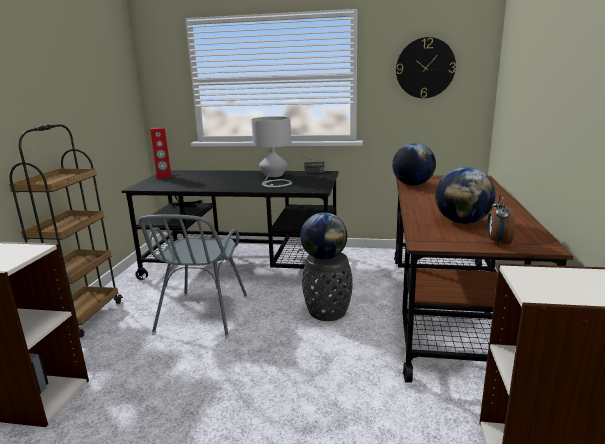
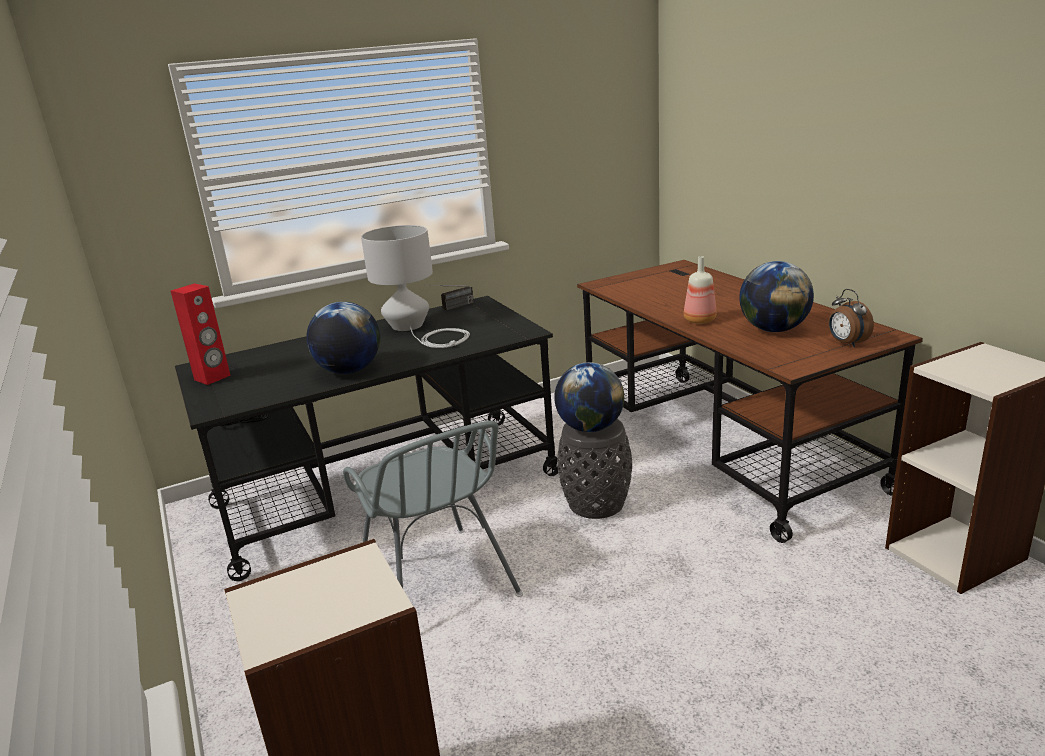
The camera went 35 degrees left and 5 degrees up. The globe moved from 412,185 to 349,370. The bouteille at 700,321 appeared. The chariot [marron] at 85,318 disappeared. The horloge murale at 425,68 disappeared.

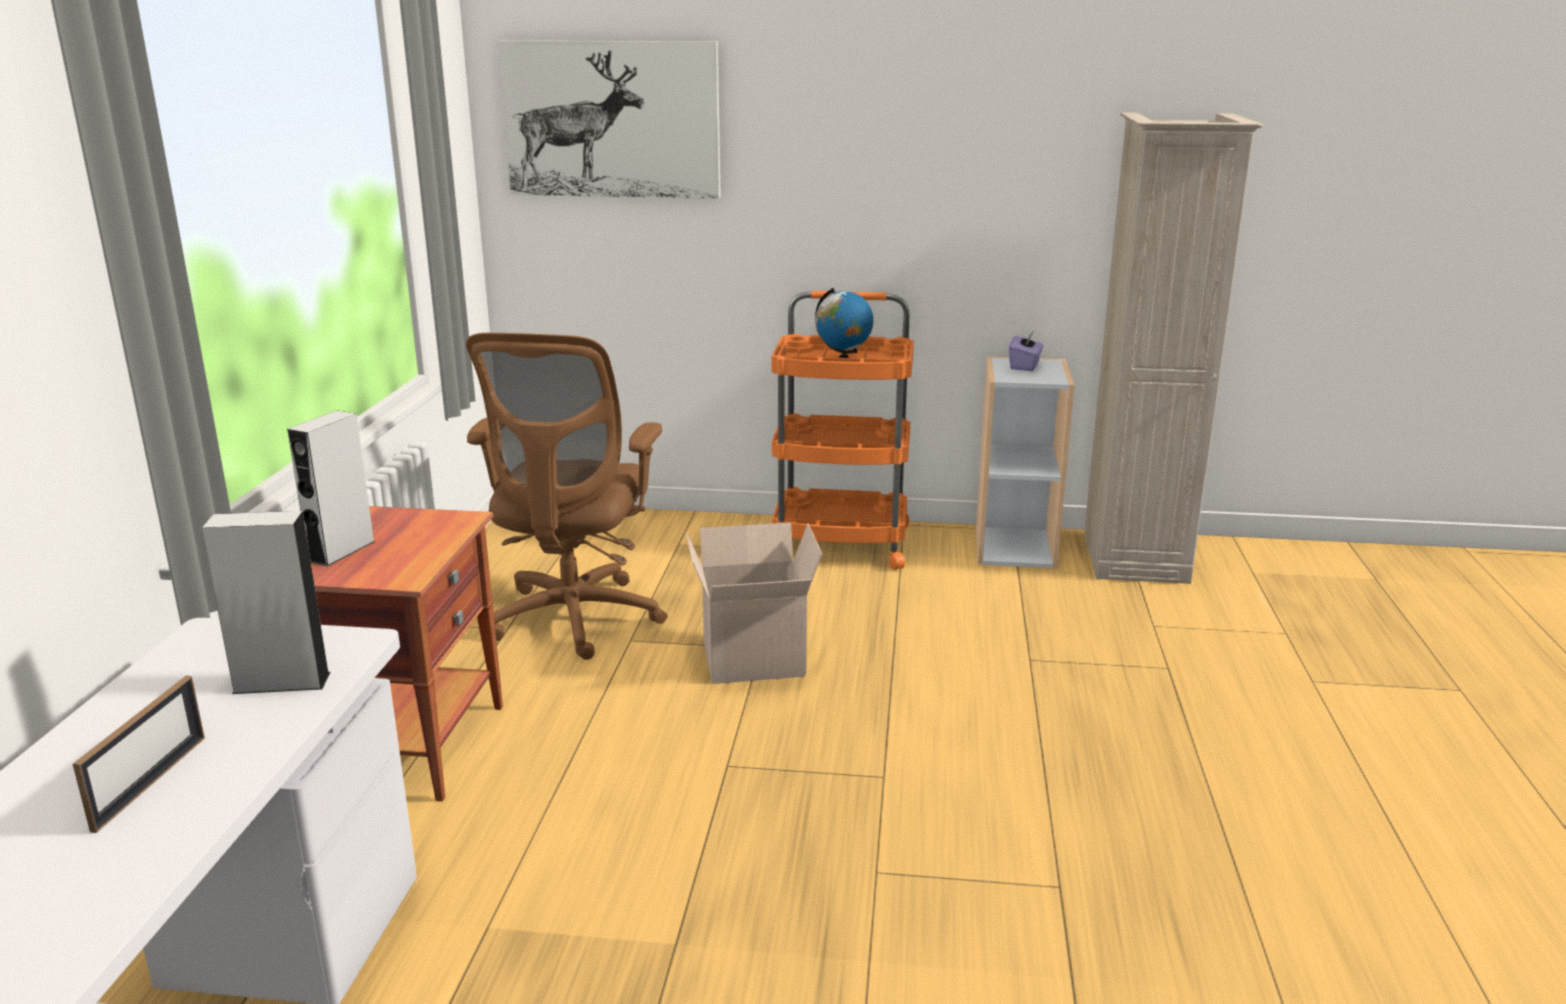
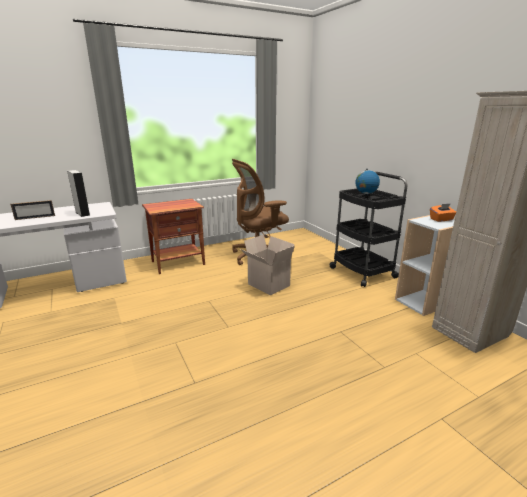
The camera went 55 degrees right and 0 degrees up. The chariot [orange] at 840,545 became the chariot [noir] at 362,272. The boîte à mouchoirs [violet] at 1025,366 became the boîte à mouchoirs [orange] at 441,219. The enceinte [gris] at 341,551 disappeared. The tableau at 611,120 disappeared.

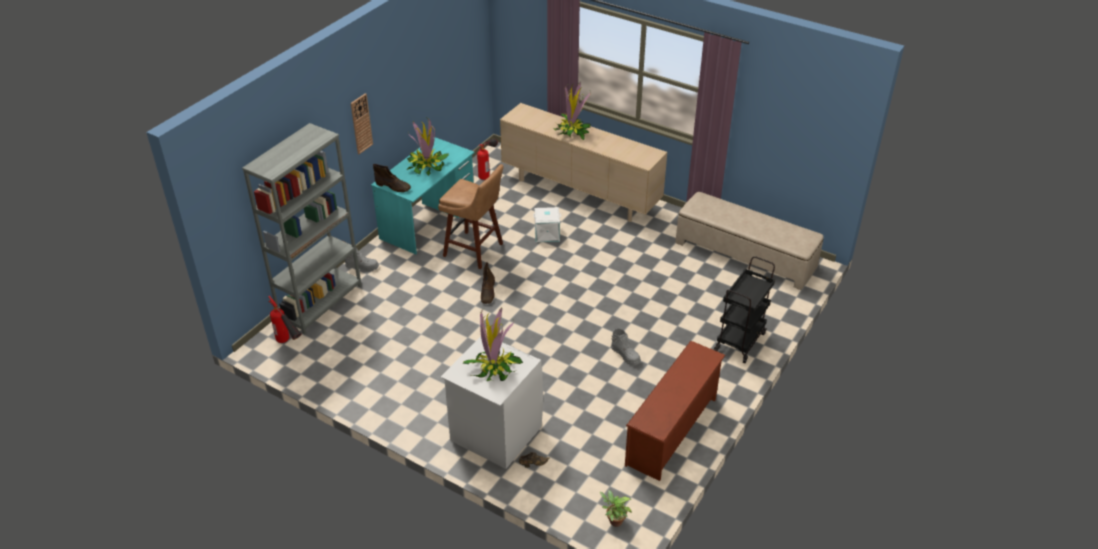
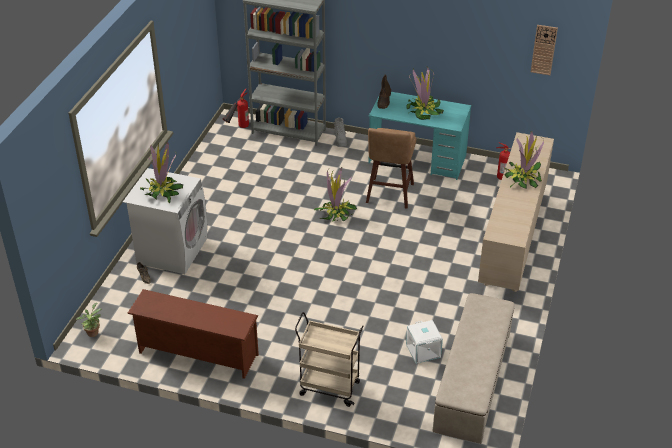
The camera went 75 degrees right and 0 degrees up. The chariot [noir] at 739,342 became the chariot [beige] at 329,388. The botte [marron] at 488,292 was replaced by the plante en pot at 336,213. The boîte de rangement [blanc] moved from 547,234 to 424,351. The horloge murale moved from 361,124 to 544,49. The botte [gris] at 626,355 disappeared.

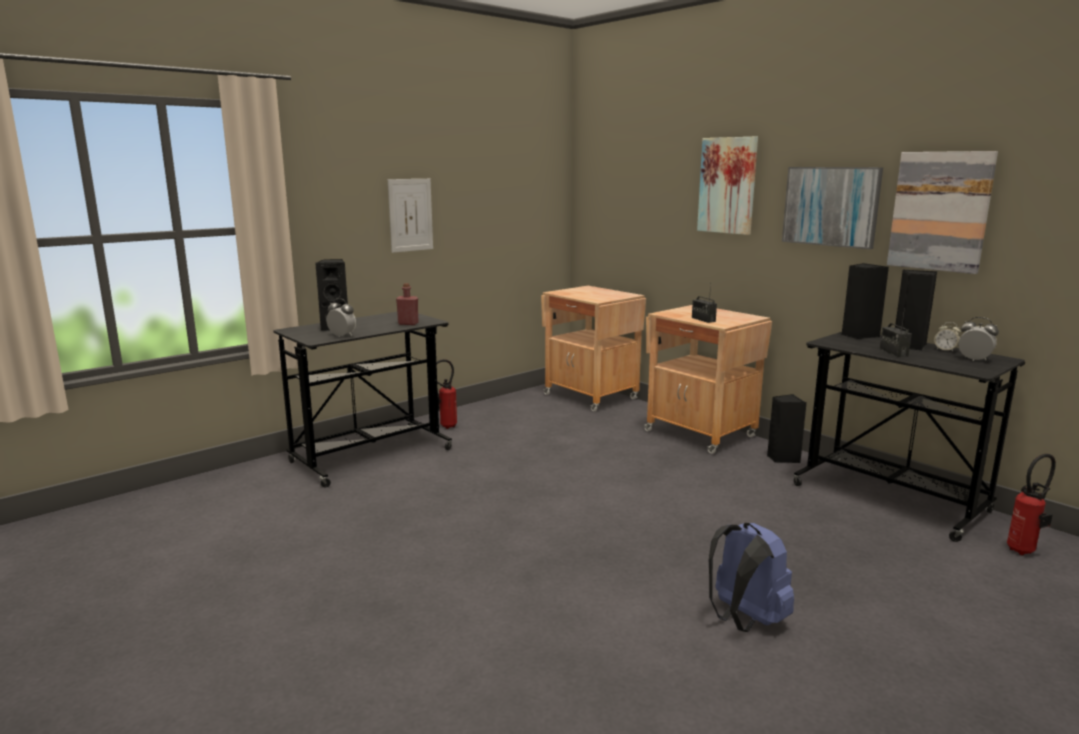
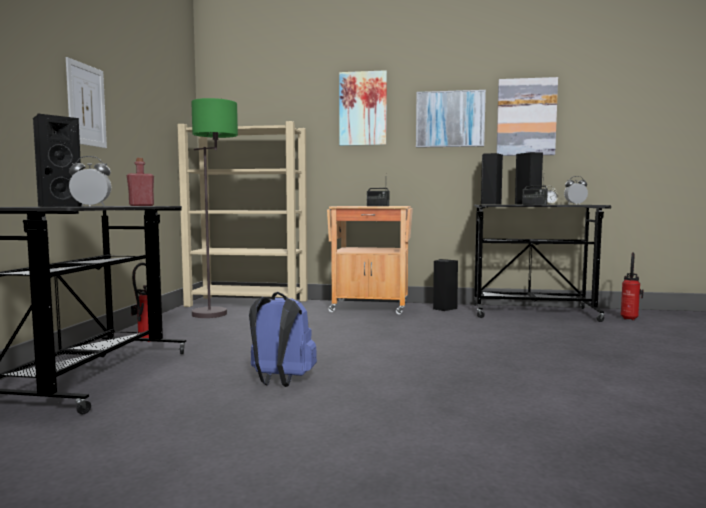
The camera went 40 degrees left and 10 degrees down. The chariot [marron] at 591,397 was replaced by the bibliothèque [beige] at 247,303. The lampadaire [vert] at 216,315 appeared. The sac à dos [bleu] moved from 744,619 to 280,381.

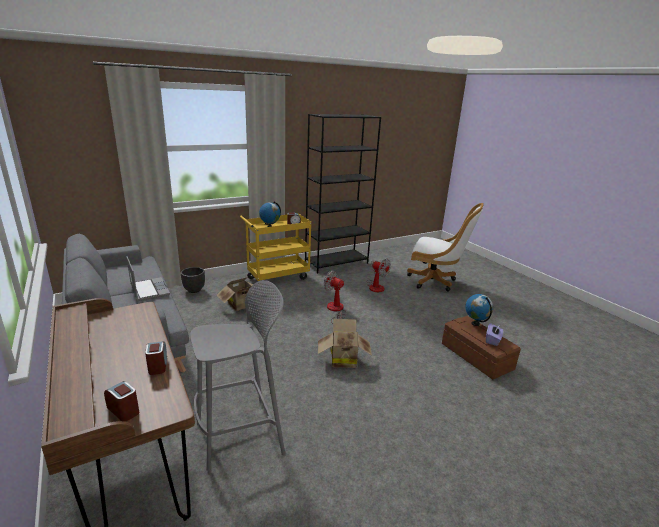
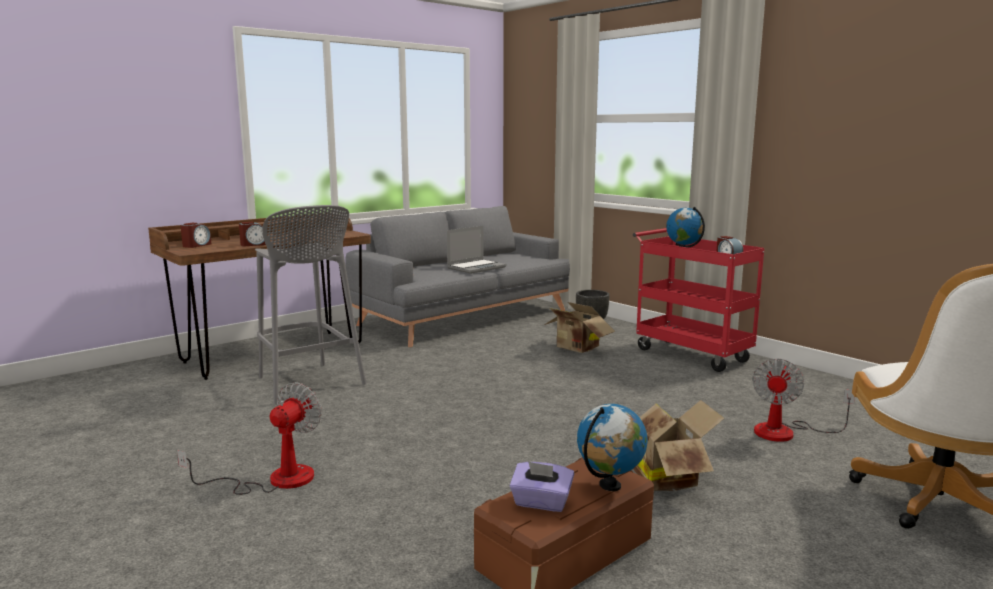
The camera went 80 degrees right and 10 degrees down. The ventilateur moved from 335,310 to 274,480. The chariot [jaune] at 276,279 became the chariot [rouge] at 689,355. The carton moved from 342,359 to 668,477. The bibliothèque [noir] at 336,263 disappeared.

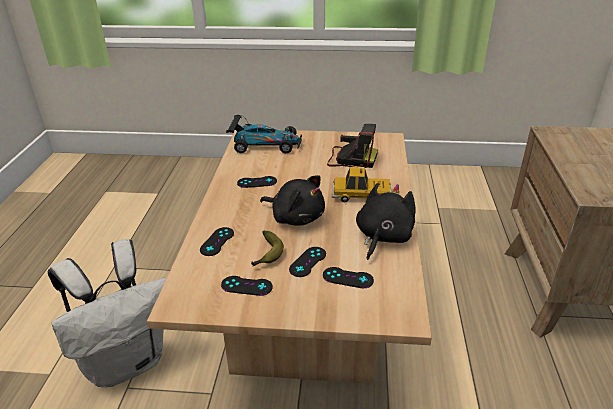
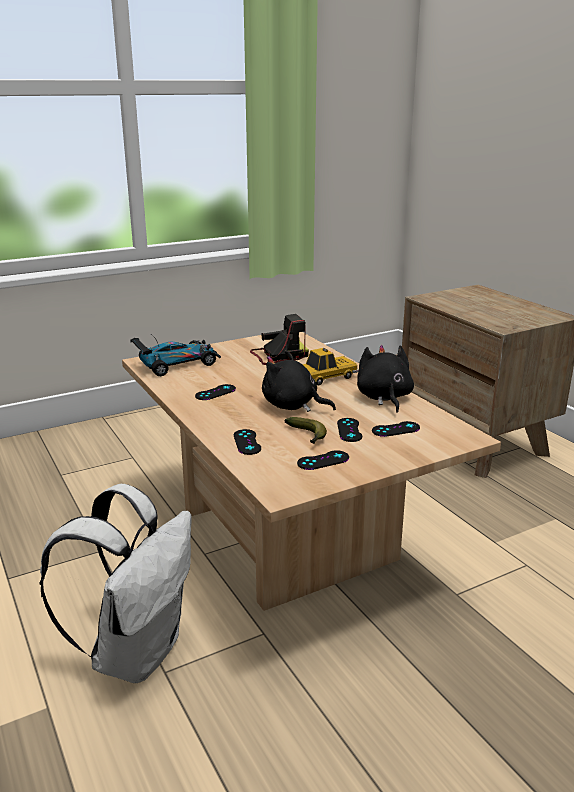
The camera went 35 degrees left and 10 degrees down. The peluche [noir] at 296,217 turned 150 degrees counterclockwise.

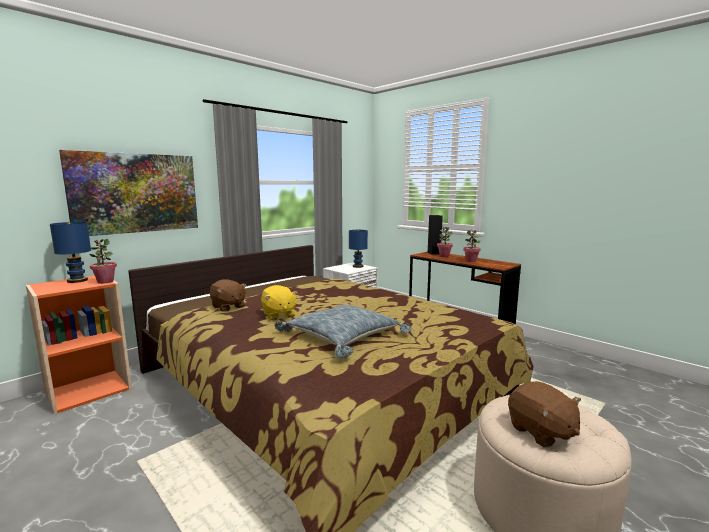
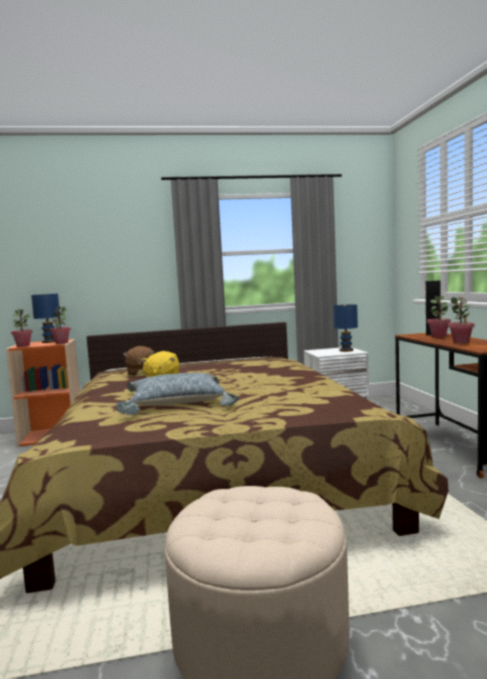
The camera went 35 degrees right and 5 degrees down. The plante en pot at 23,346 appeared. The tableau at 136,193 disappeared. The peluche [marron] at 541,432 disappeared.

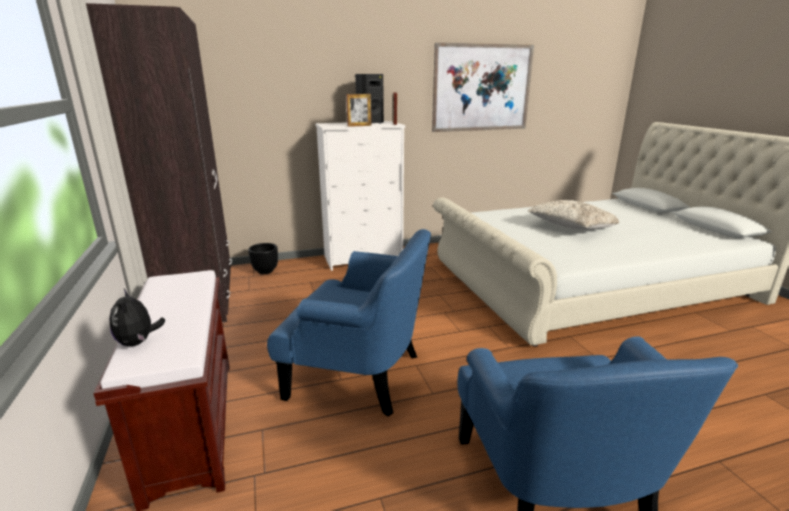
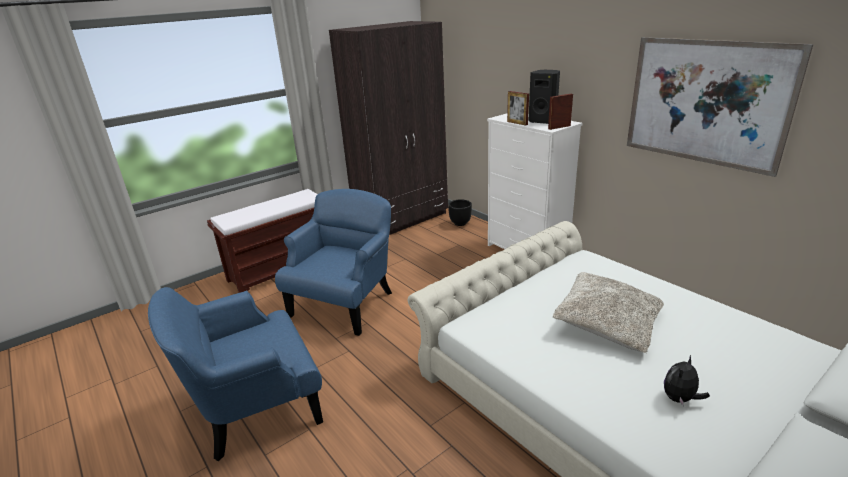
The camera went 70 degrees right and 5 degrees up. The fauteuil [bleu] at 359,374 turned 150 degrees counterclockwise. The peluche moved from 138,342 to 680,399.

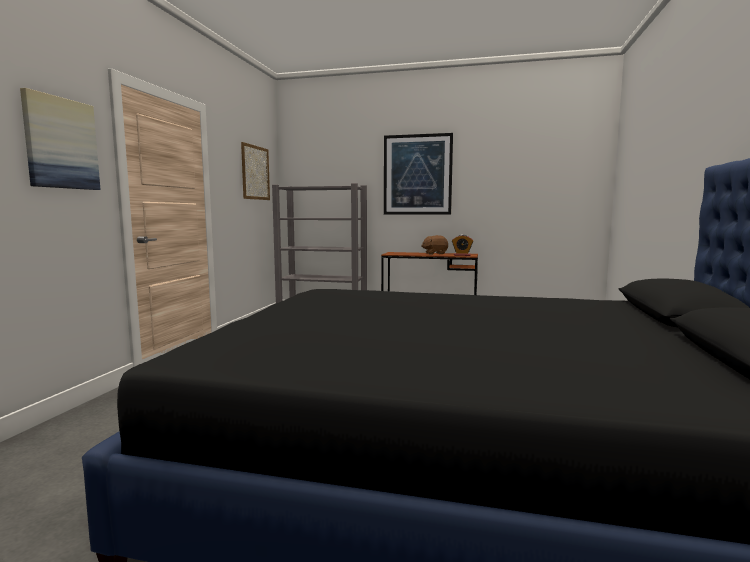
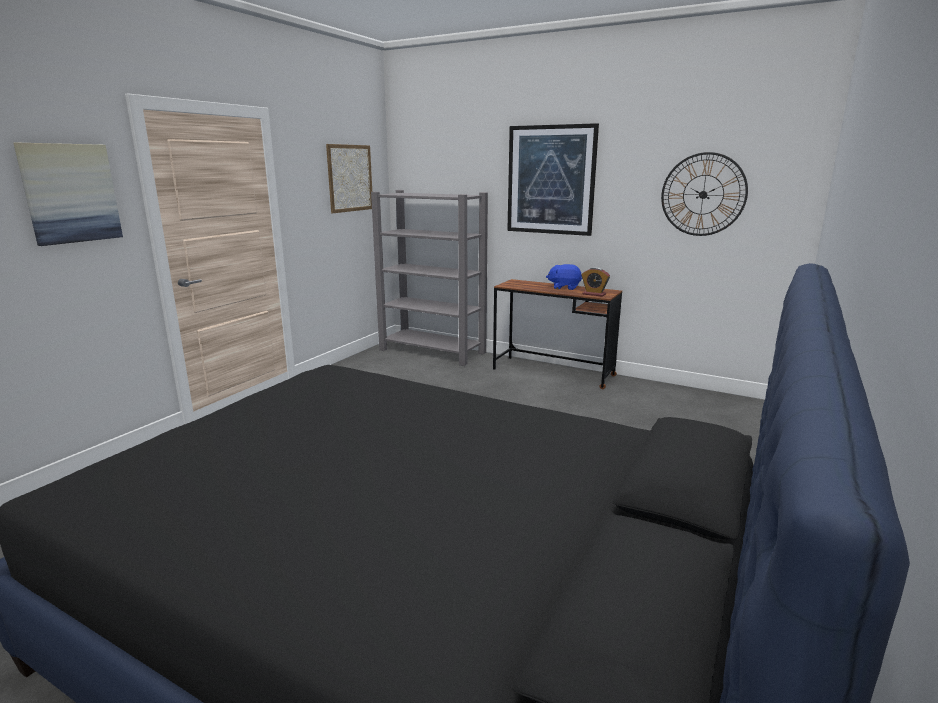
The camera went 15 degrees right and 10 degrees up. The peluche [marron] at 435,253 became the peluche [bleu] at 564,287. The horloge murale at 703,194 appeared.

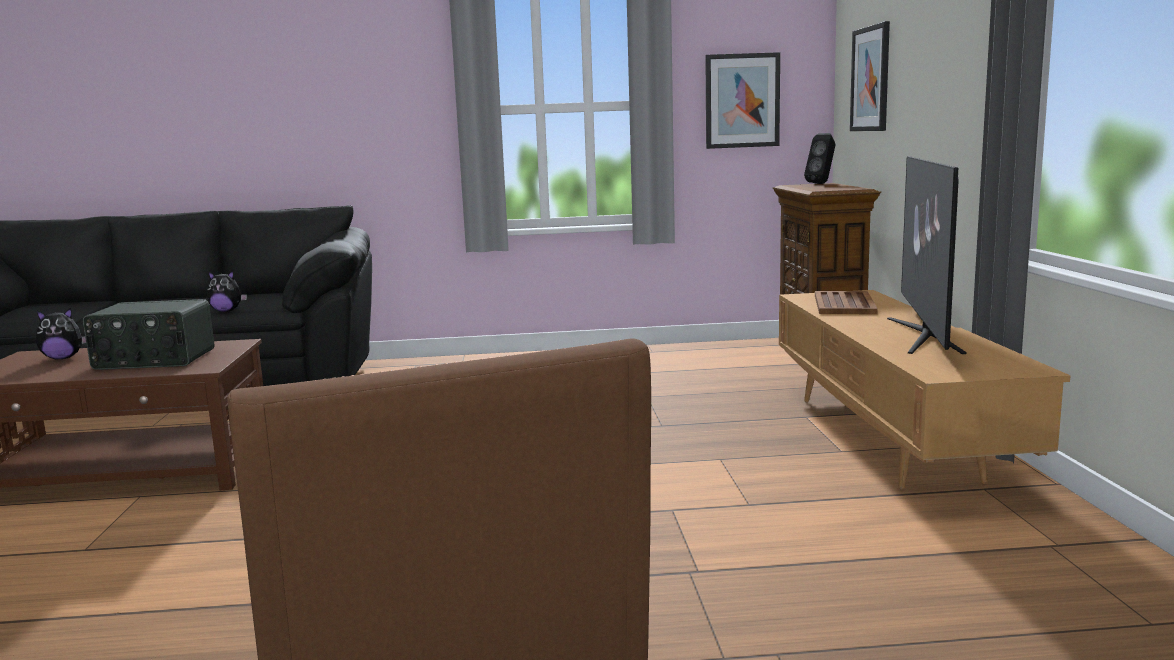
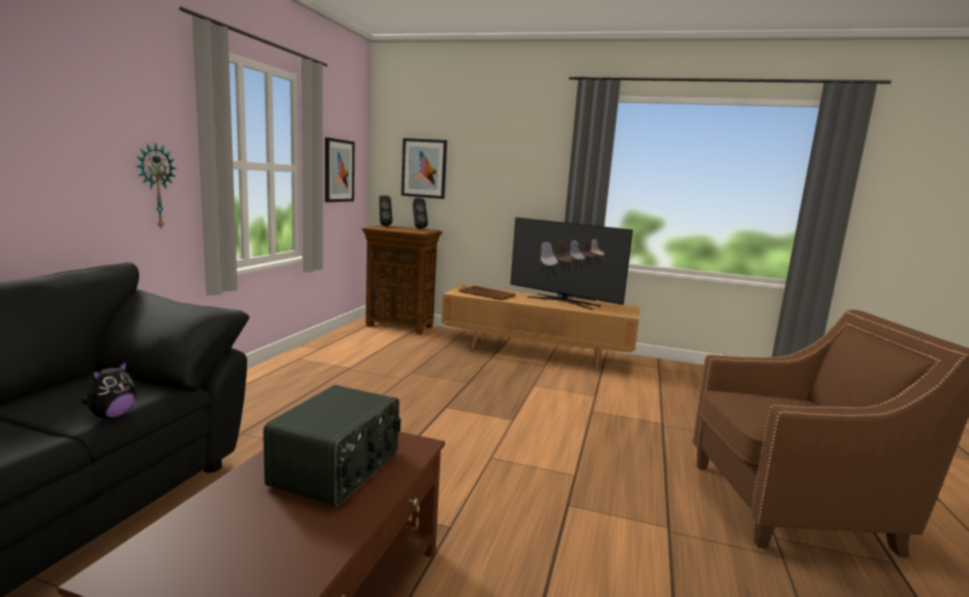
The camera went 70 degrees left and 0 degrees up. The horloge murale at 155,186 appeared. The enceinte [noir] at 418,228 appeared. The peluche at 63,358 disappeared.

